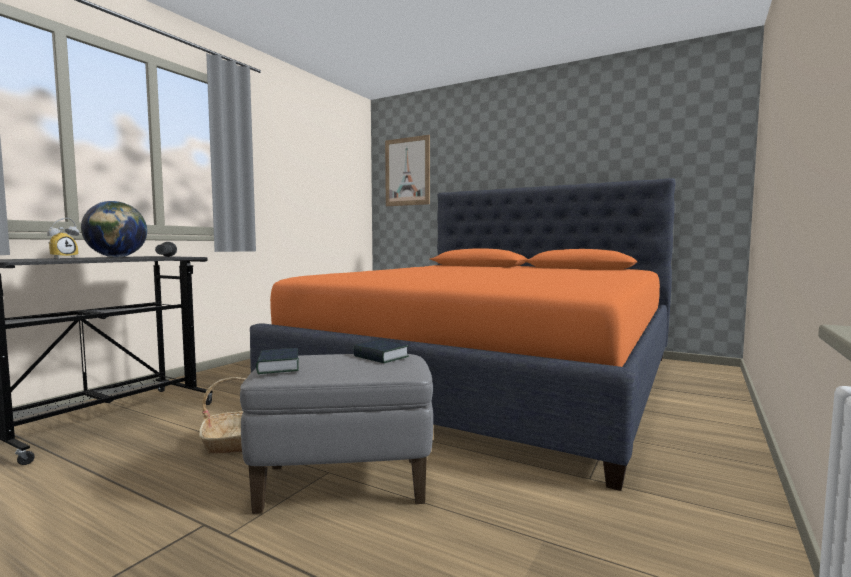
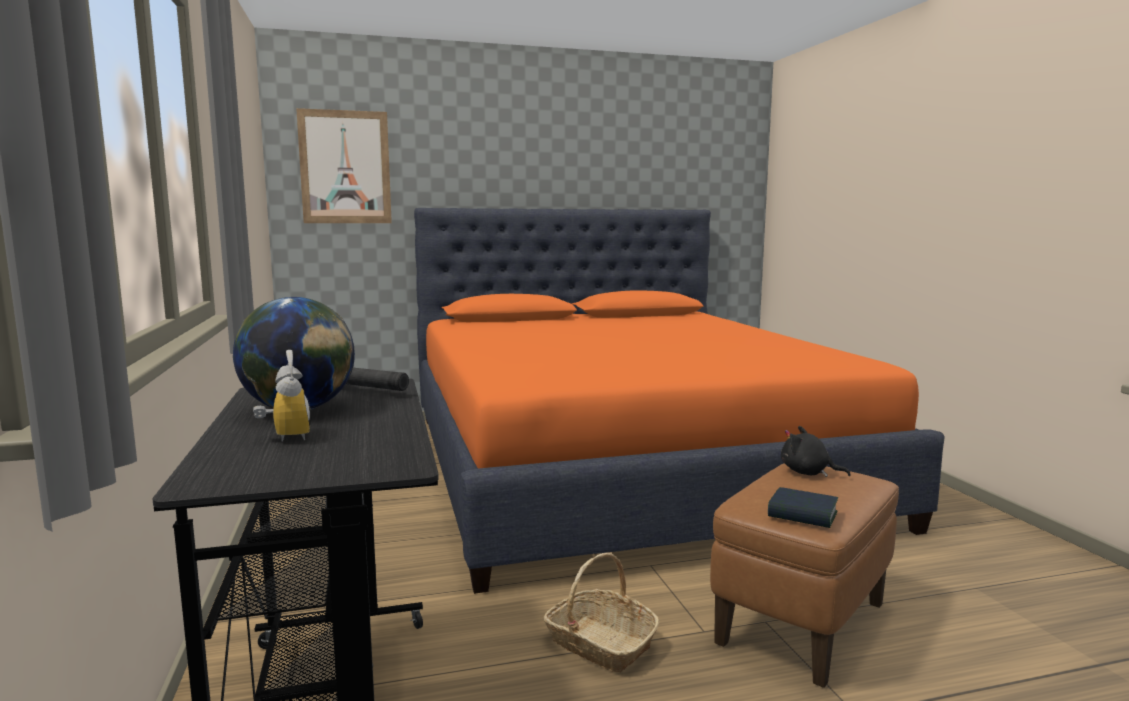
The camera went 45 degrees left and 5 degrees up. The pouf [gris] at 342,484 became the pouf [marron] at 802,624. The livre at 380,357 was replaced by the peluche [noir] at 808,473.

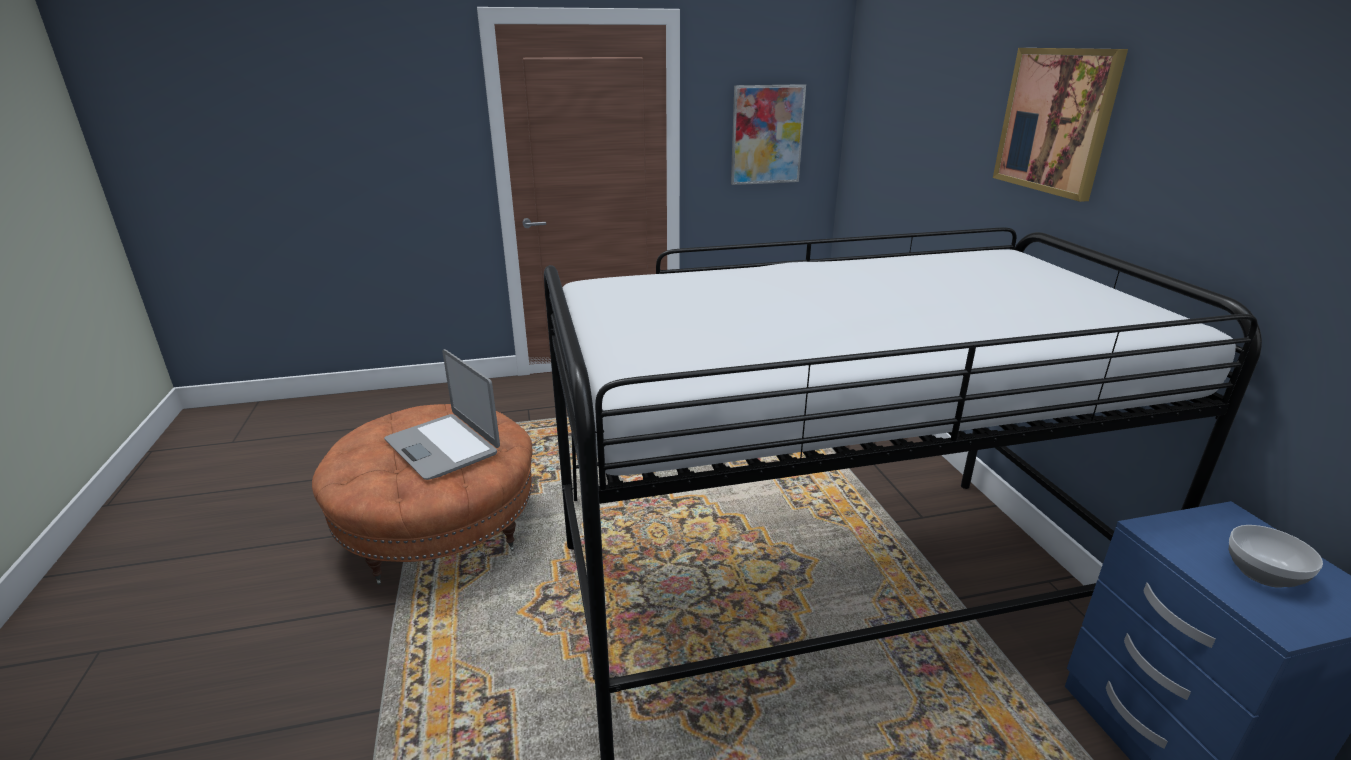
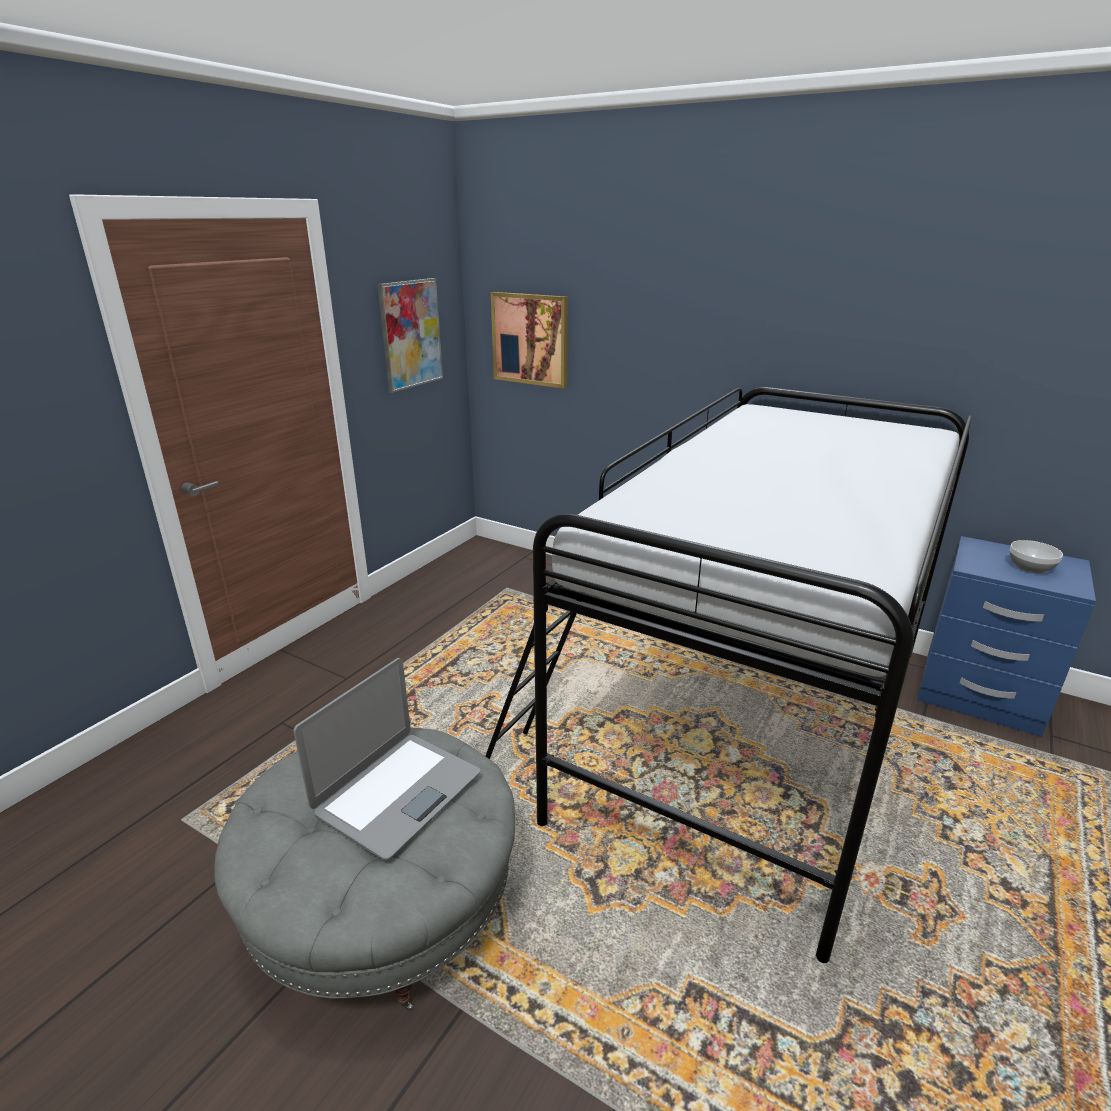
The camera went 45 degrees left and 0 degrees up. The pouf [marron] at 440,528 became the pouf [gris] at 384,903. The ordinateur portable at 443,446 turned 60 degrees counterclockwise. The tableau moved from 1056,121 to 530,339.

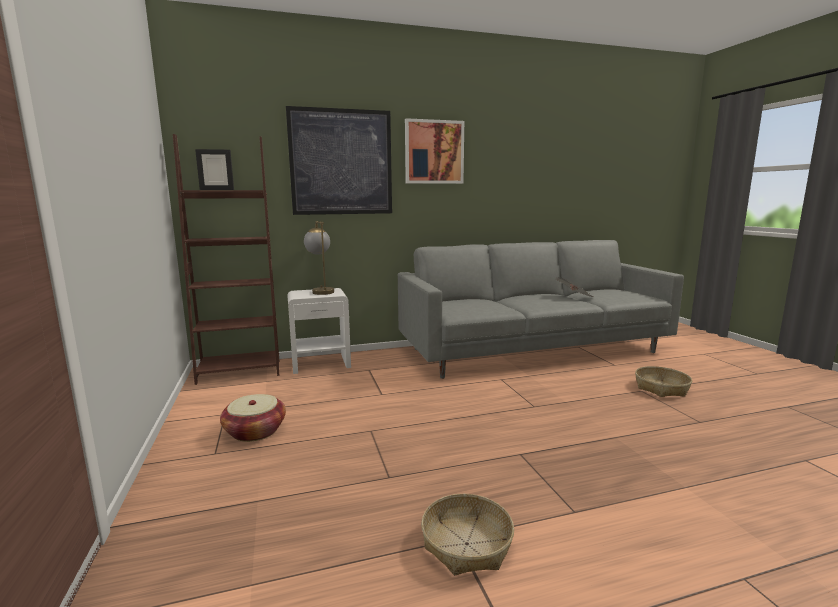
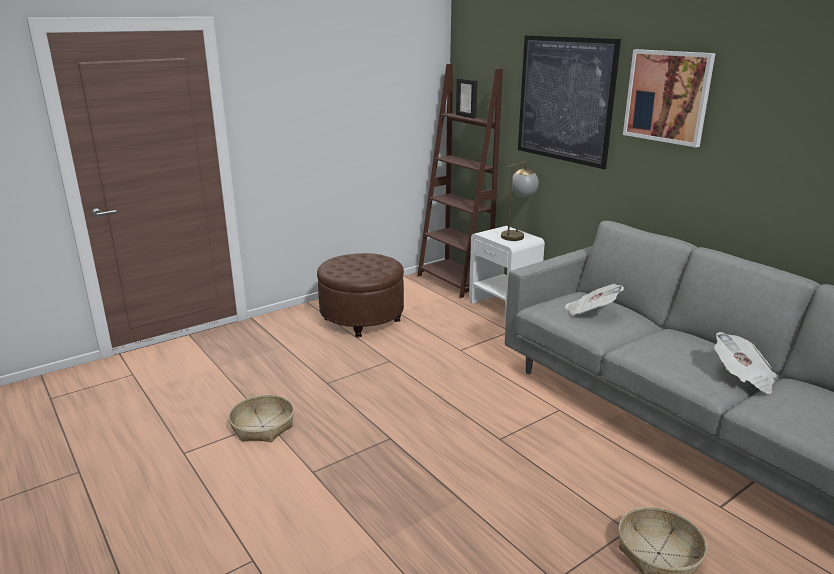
The camera went 70 degrees right and 10 degrees up. The panier at 255,431 was replaced by the pouf [marron] at 362,319. The journal at 591,312 appeared.

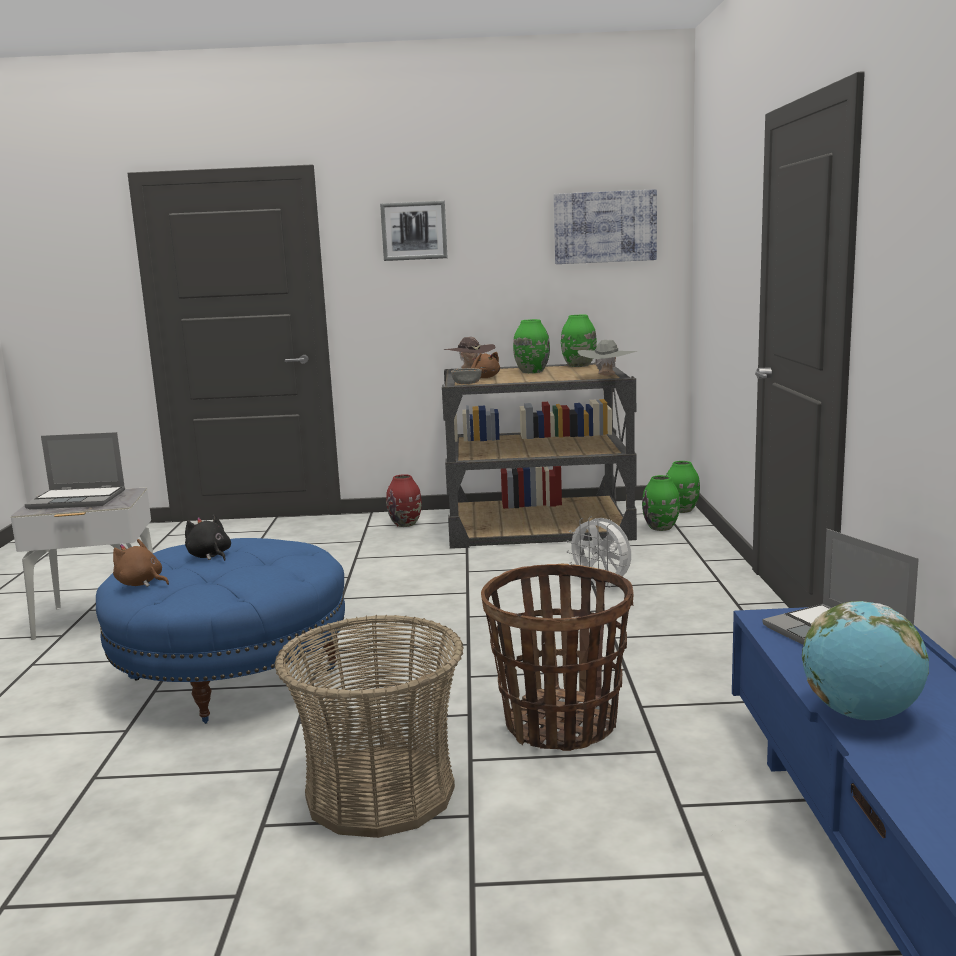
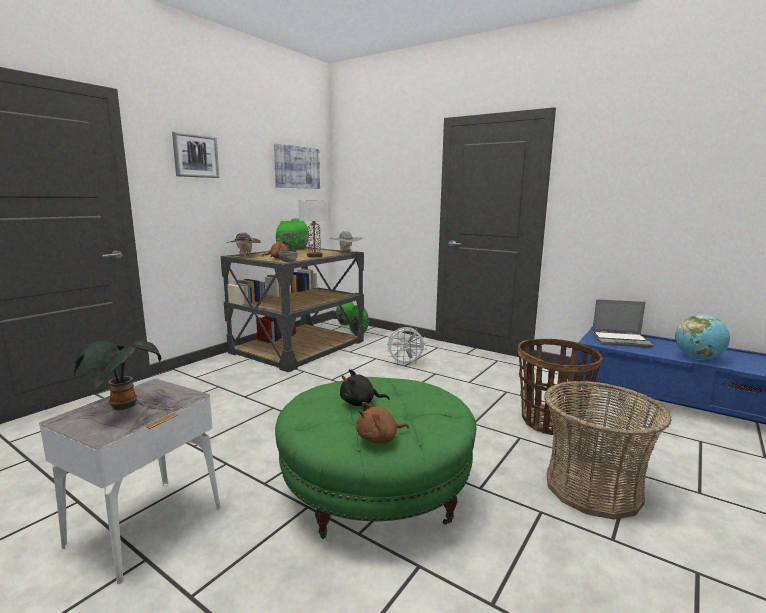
The camera went 55 degrees left and 0 degrees up. The ordinateur portable at 79,500 was replaced by the plante en pot at 123,408. The pouf [bleu] at 233,675 became the pouf [vert] at 375,491. The lampe de table at 314,256 appeared. The vase [rouge] at 405,524 disappeared.

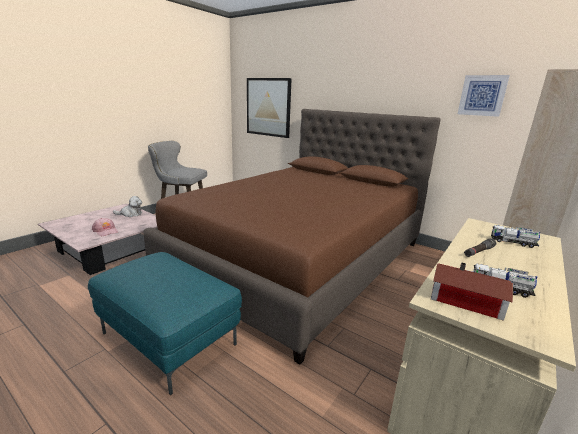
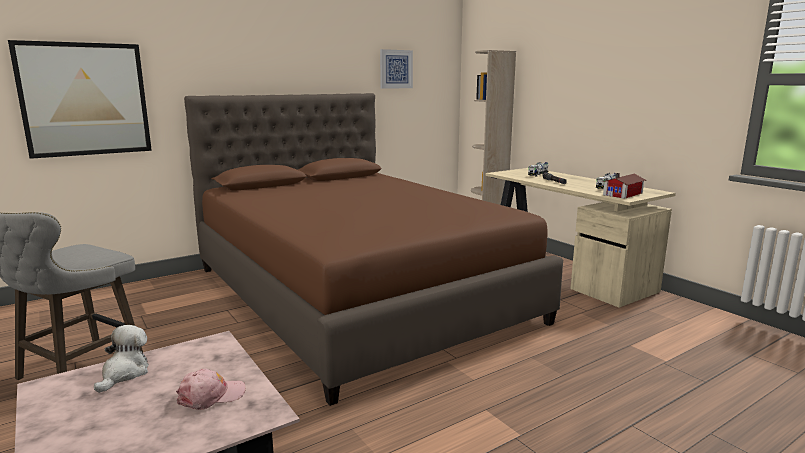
The camera went 70 degrees left and 5 degrees down. The pouf [turquoise] at 170,338 disappeared.

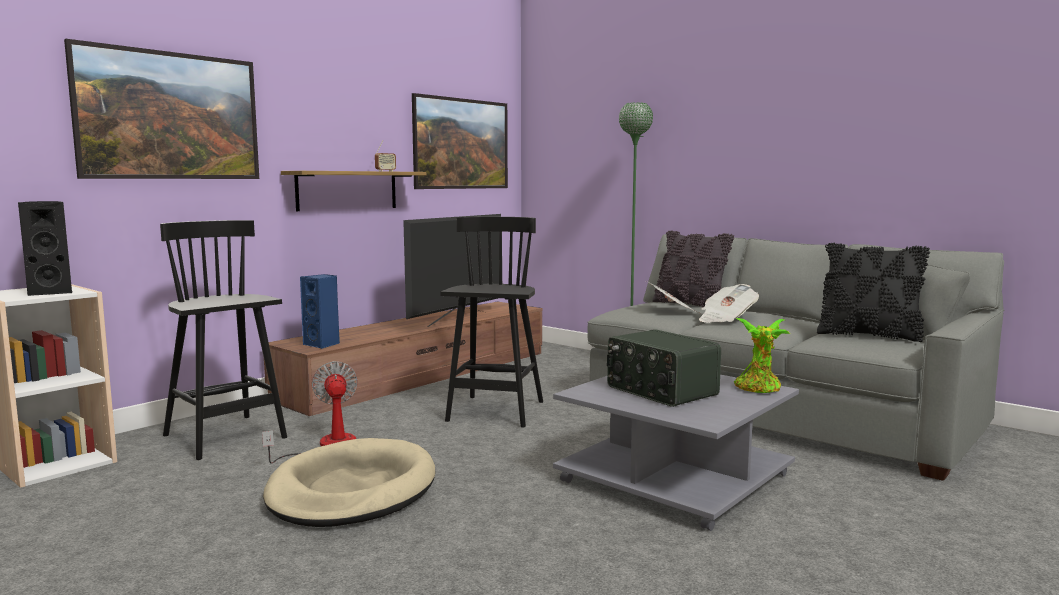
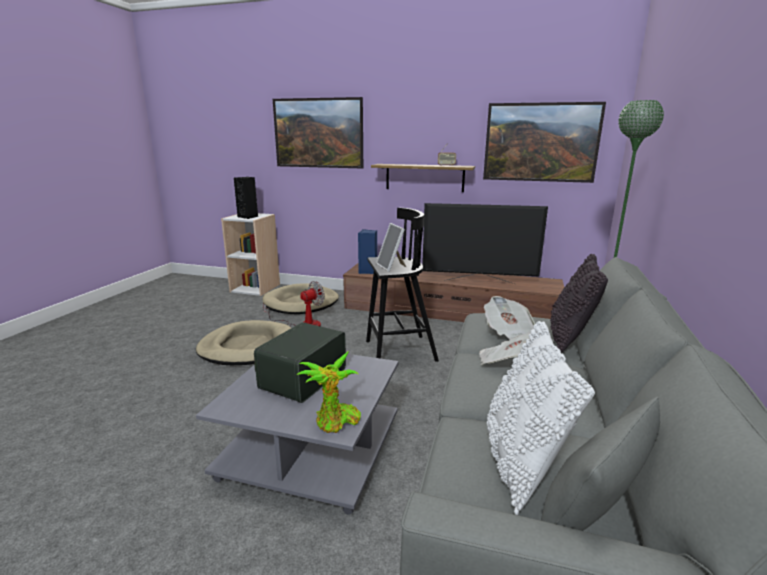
The camera went 65 degrees right and 10 degrees up. The tabouret [noir] at 227,437 was replaced by the panier pour chien [beige] at 301,303. The cadre photo at 391,267 appeared. The coussin [noir] at 869,335 became the coussin [blanc] at 520,463.

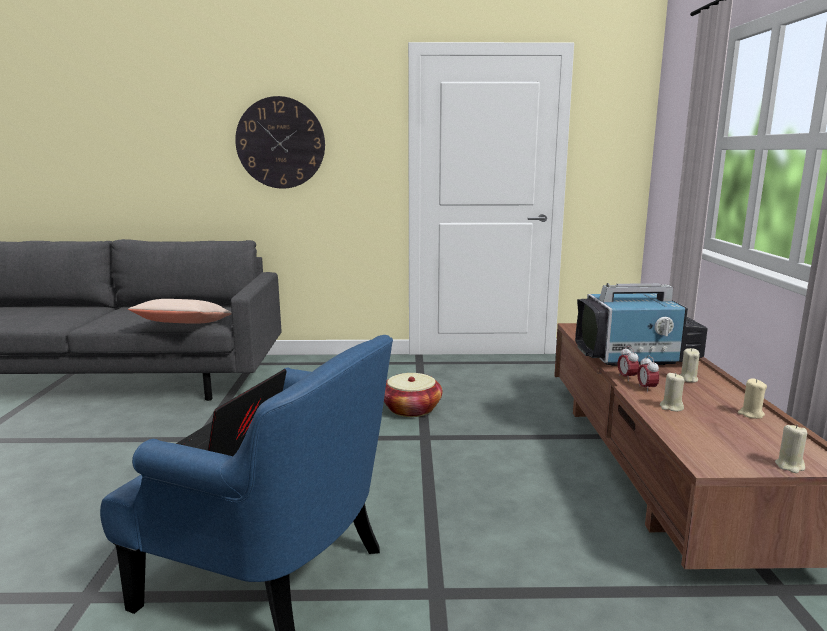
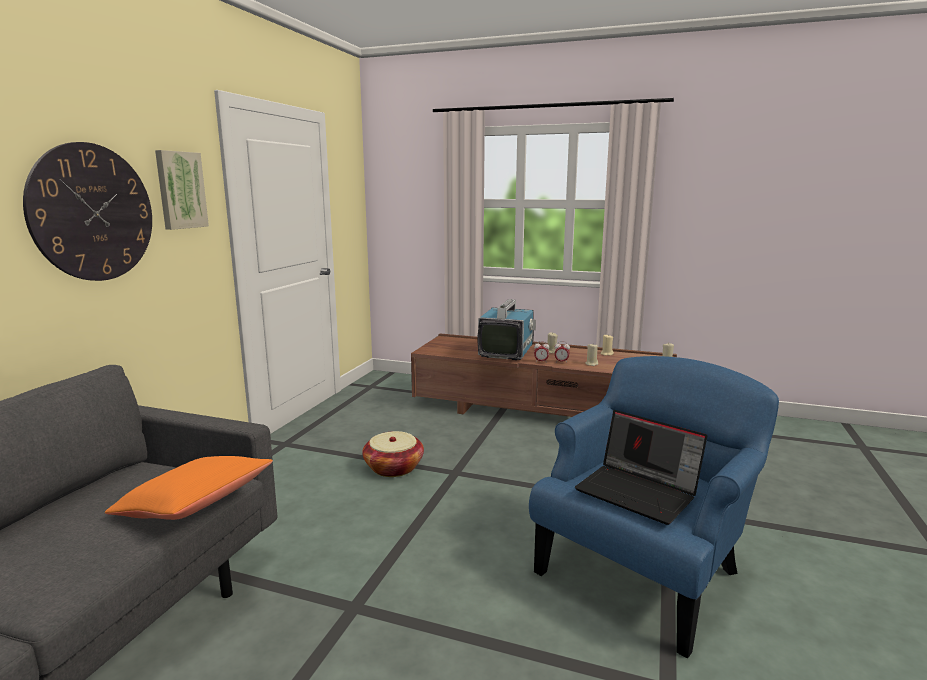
The camera went 70 degrees left and 0 degrees up. The coussin [beige] at 184,325 became the coussin [orange] at 194,507. The tableau at 180,190 appeared.

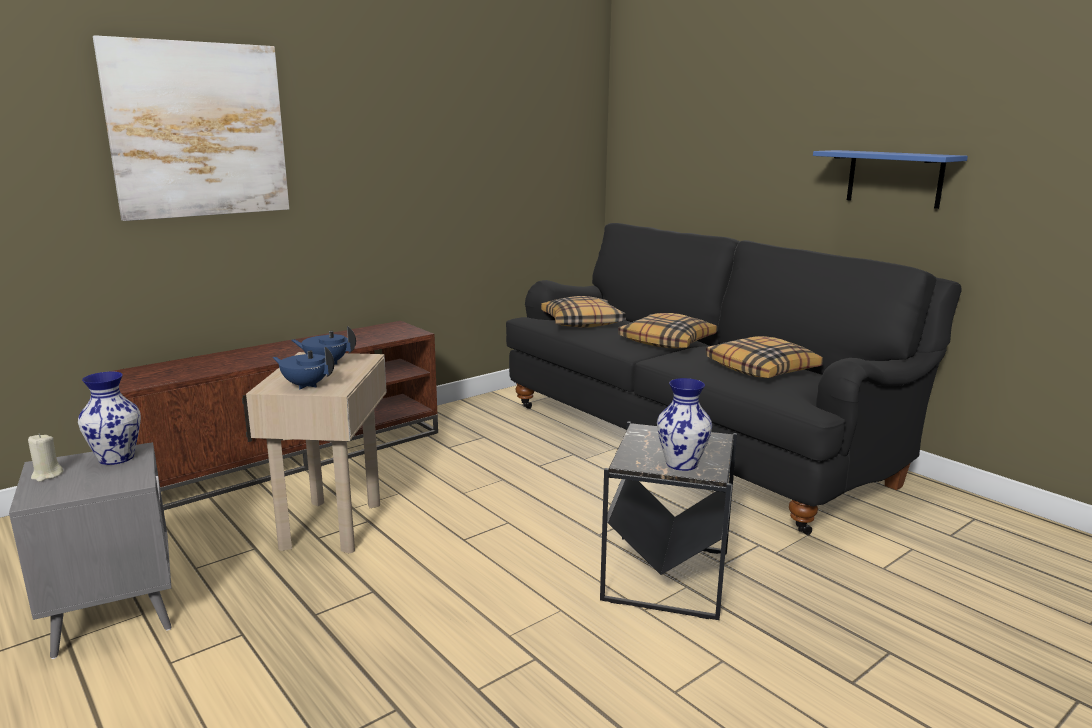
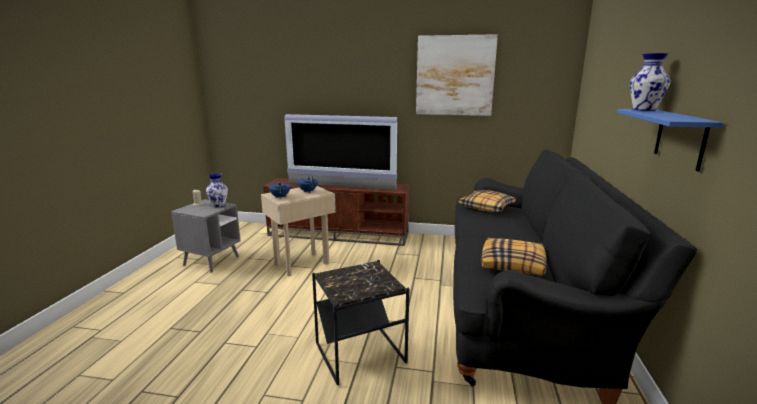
The camera went 50 degrees right and 0 degrees up. The téléviseur at 341,186 appeared. The tableau moved from 198,130 to 455,76. The vase moved from 681,463 to 644,110. The coussin at 667,341 disappeared.

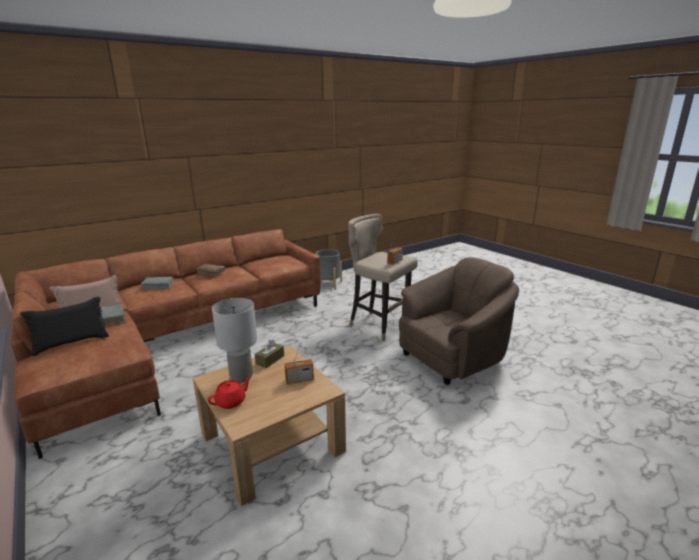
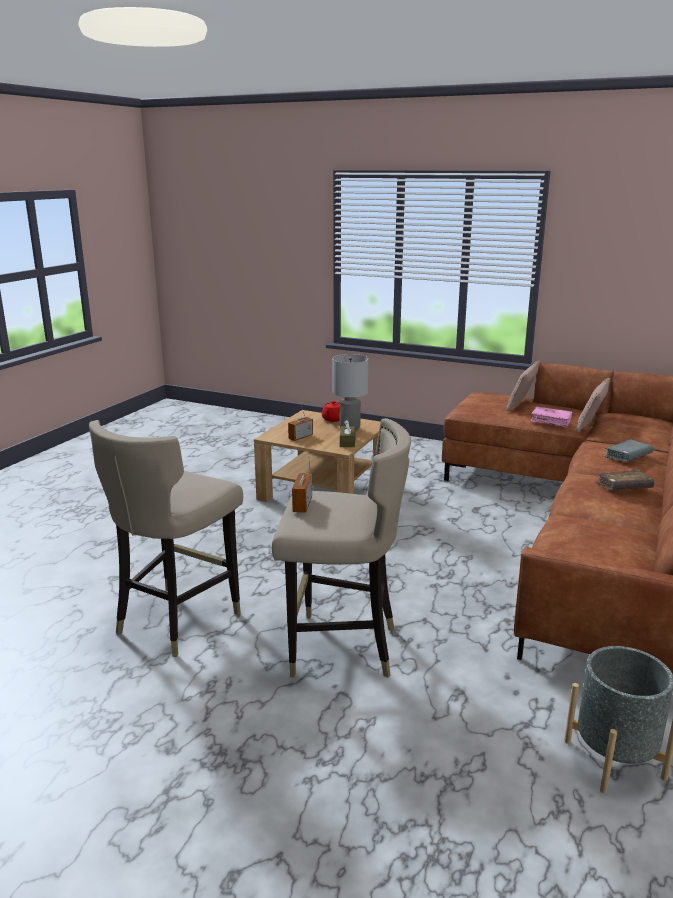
The camera went 150 degrees right and 0 degrees up. The fauteuil [marron] at 453,357 was replaced by the tabouret [beige] at 177,620. The coussin [noir] at 71,343 became the coussin [beige] at 521,404. The livre [gris] at 113,318 became the livre [rose] at 551,421.

